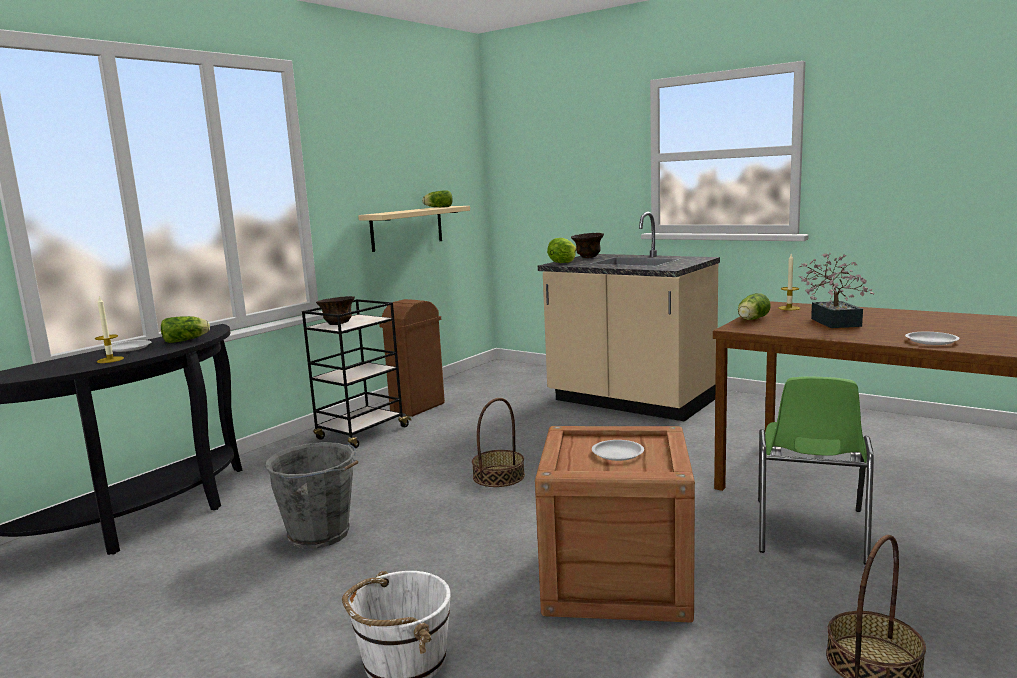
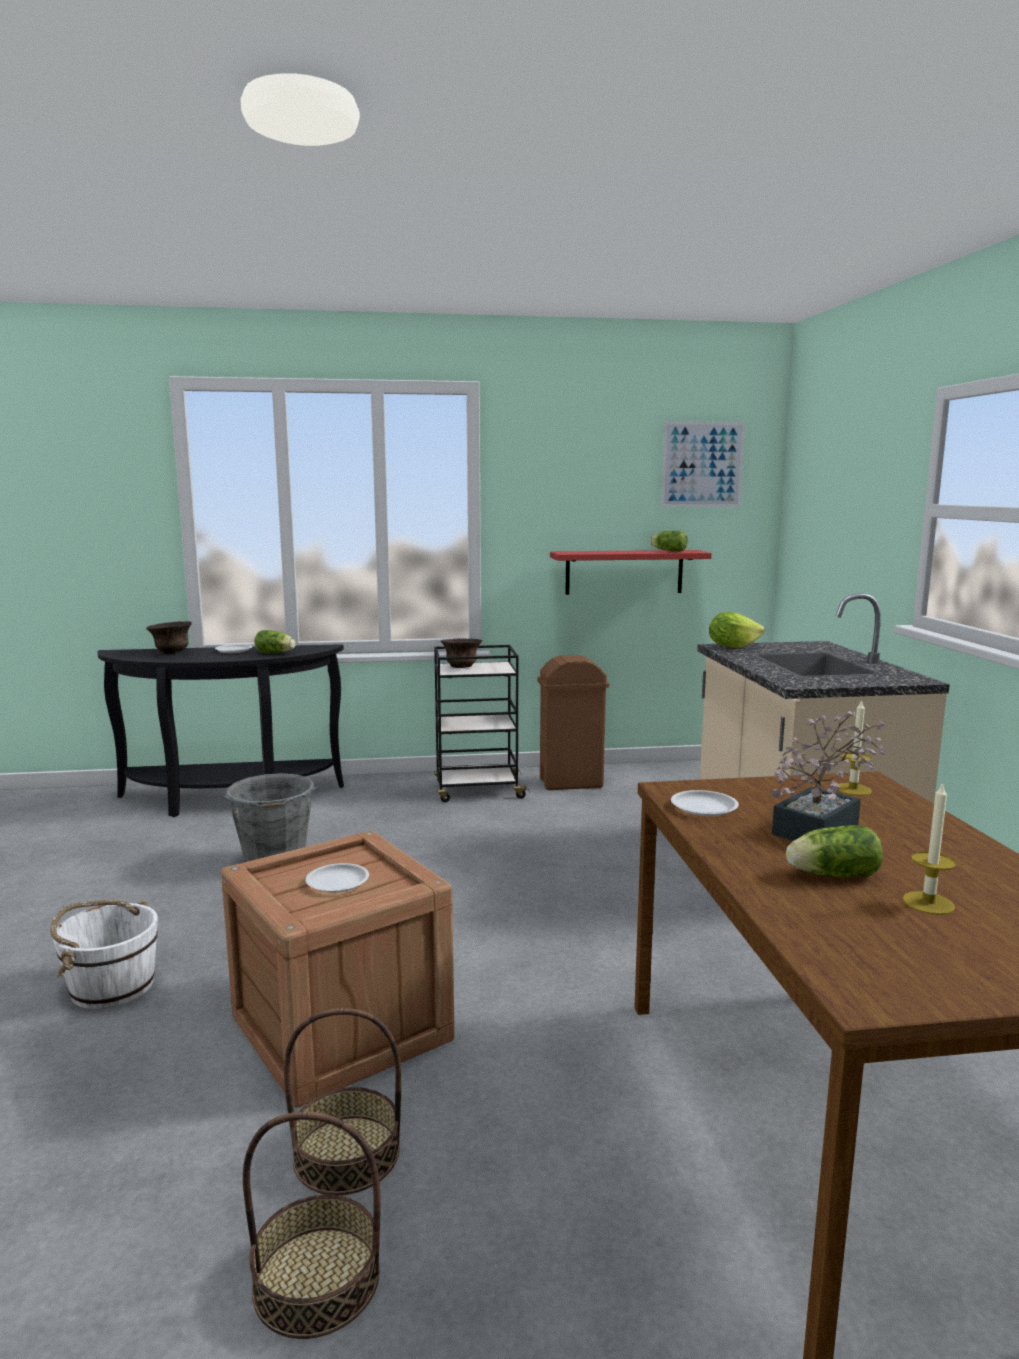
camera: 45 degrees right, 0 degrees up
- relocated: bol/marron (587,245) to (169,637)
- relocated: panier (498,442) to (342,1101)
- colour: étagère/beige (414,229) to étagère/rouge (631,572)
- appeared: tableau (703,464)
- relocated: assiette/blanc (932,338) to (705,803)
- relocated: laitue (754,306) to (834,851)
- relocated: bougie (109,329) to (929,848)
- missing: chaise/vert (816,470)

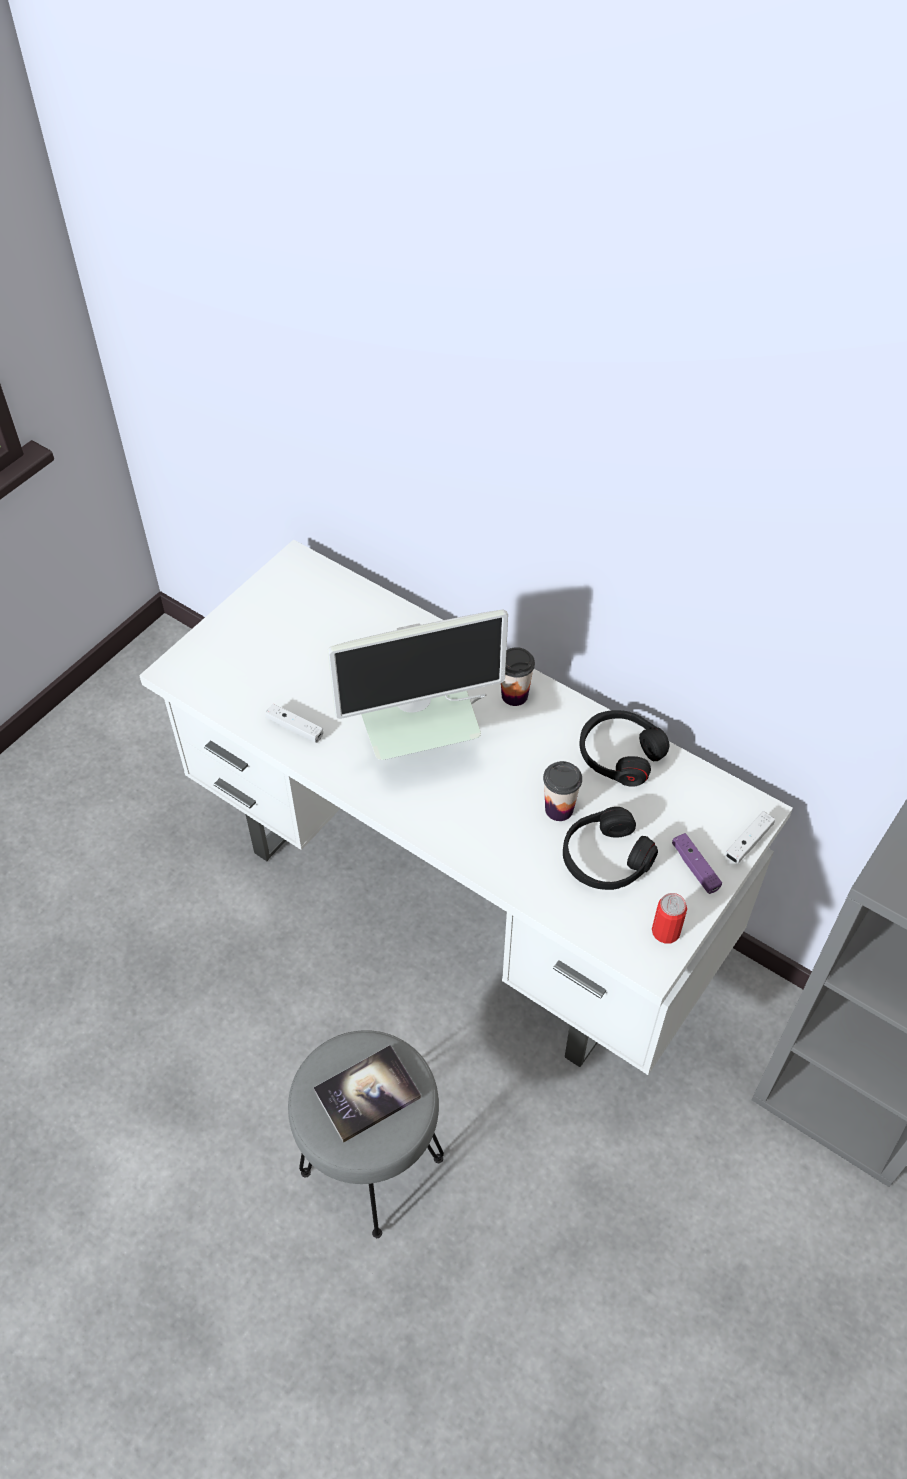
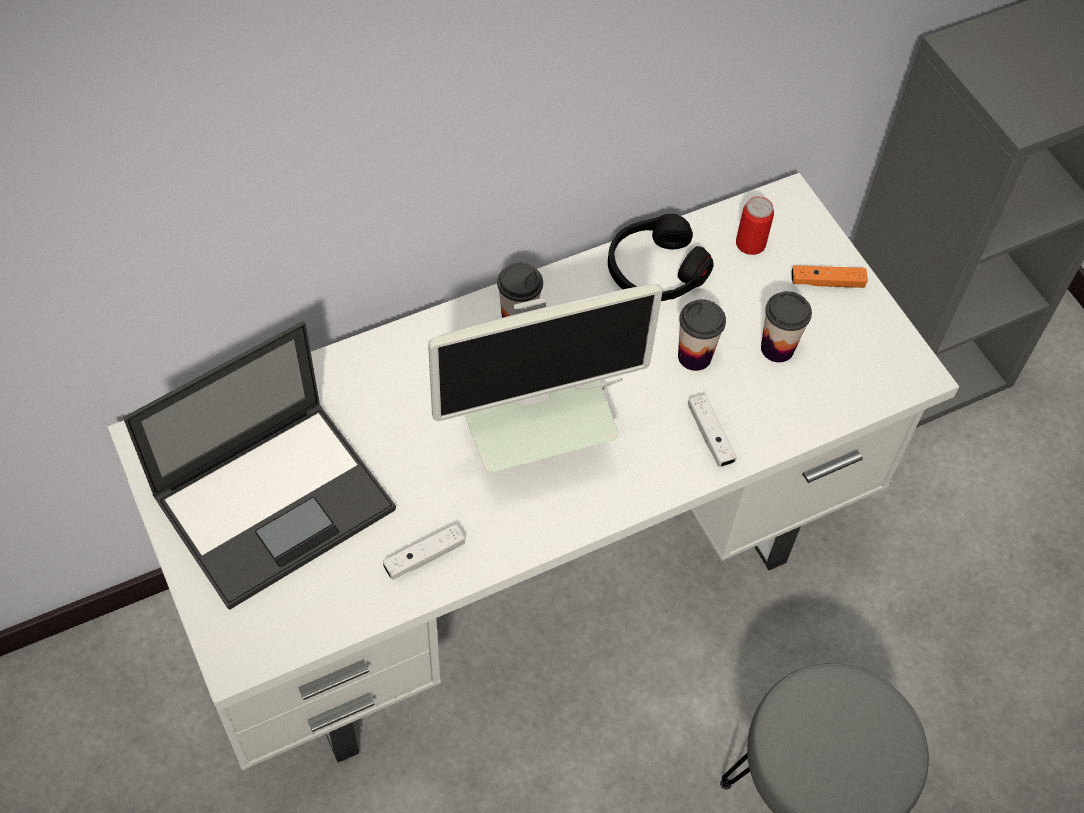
camera: 65 degrees left, 5 degrees up
- appeared: ordinateur portable (259,465)
- spun: écran d'ordinateur (418,685) = (545,378) 60 degrees clockwise
- relocated: manette/blanc (750,837) to (712,430)
- relocated: boîte métallique (669,918) to (755,225)
- exchanged: casque audio/noir (610,848) to tasse (786,326)
- colour: manette/violet (697,863) to manette/orange (829,276)
- missing: livre (367,1094)

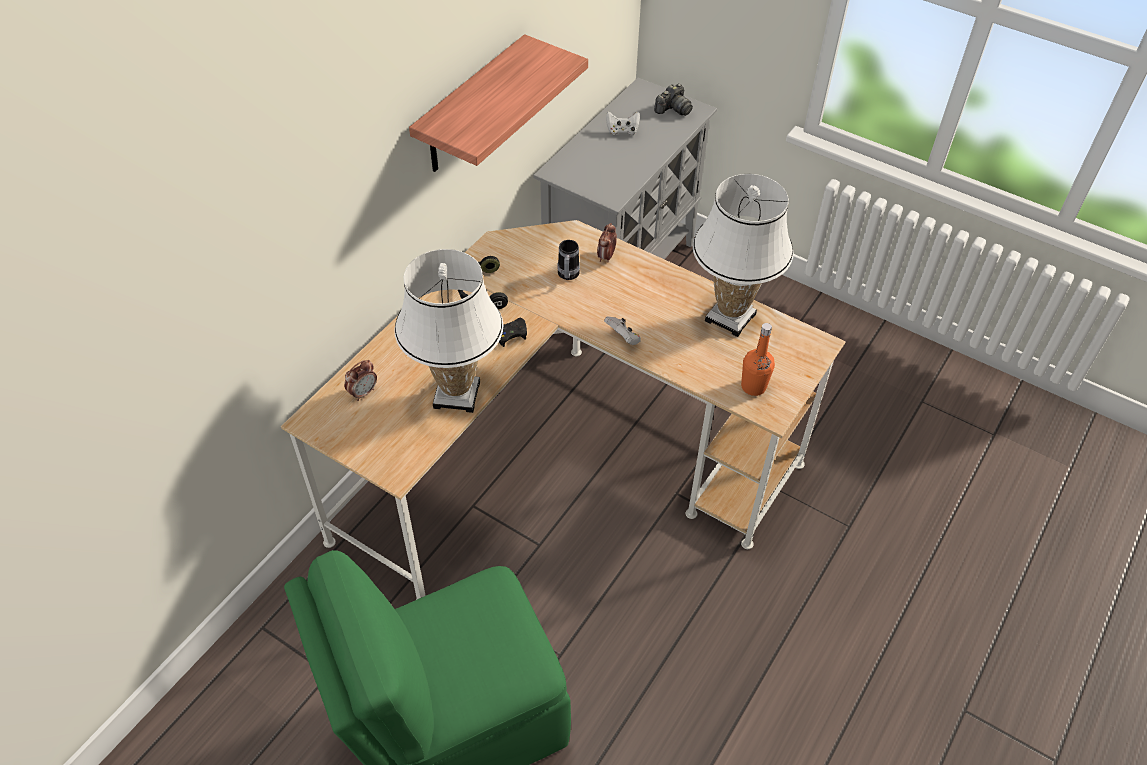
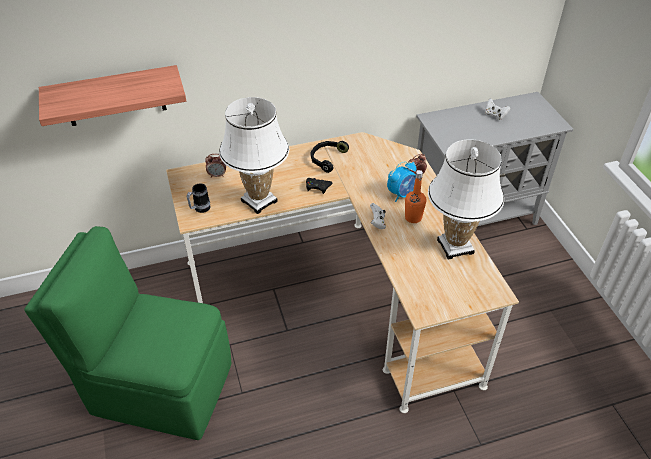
camera: 40 degrees right, 5 degrees down
- relocated: étagère (498,103) to (112,95)
- relocated: mug (568,260) to (199,198)
- appeared: réveil (401,181)
- relocated: bouteille/orange (758,359) to (415,196)
- missing: appareil photo (673,100)

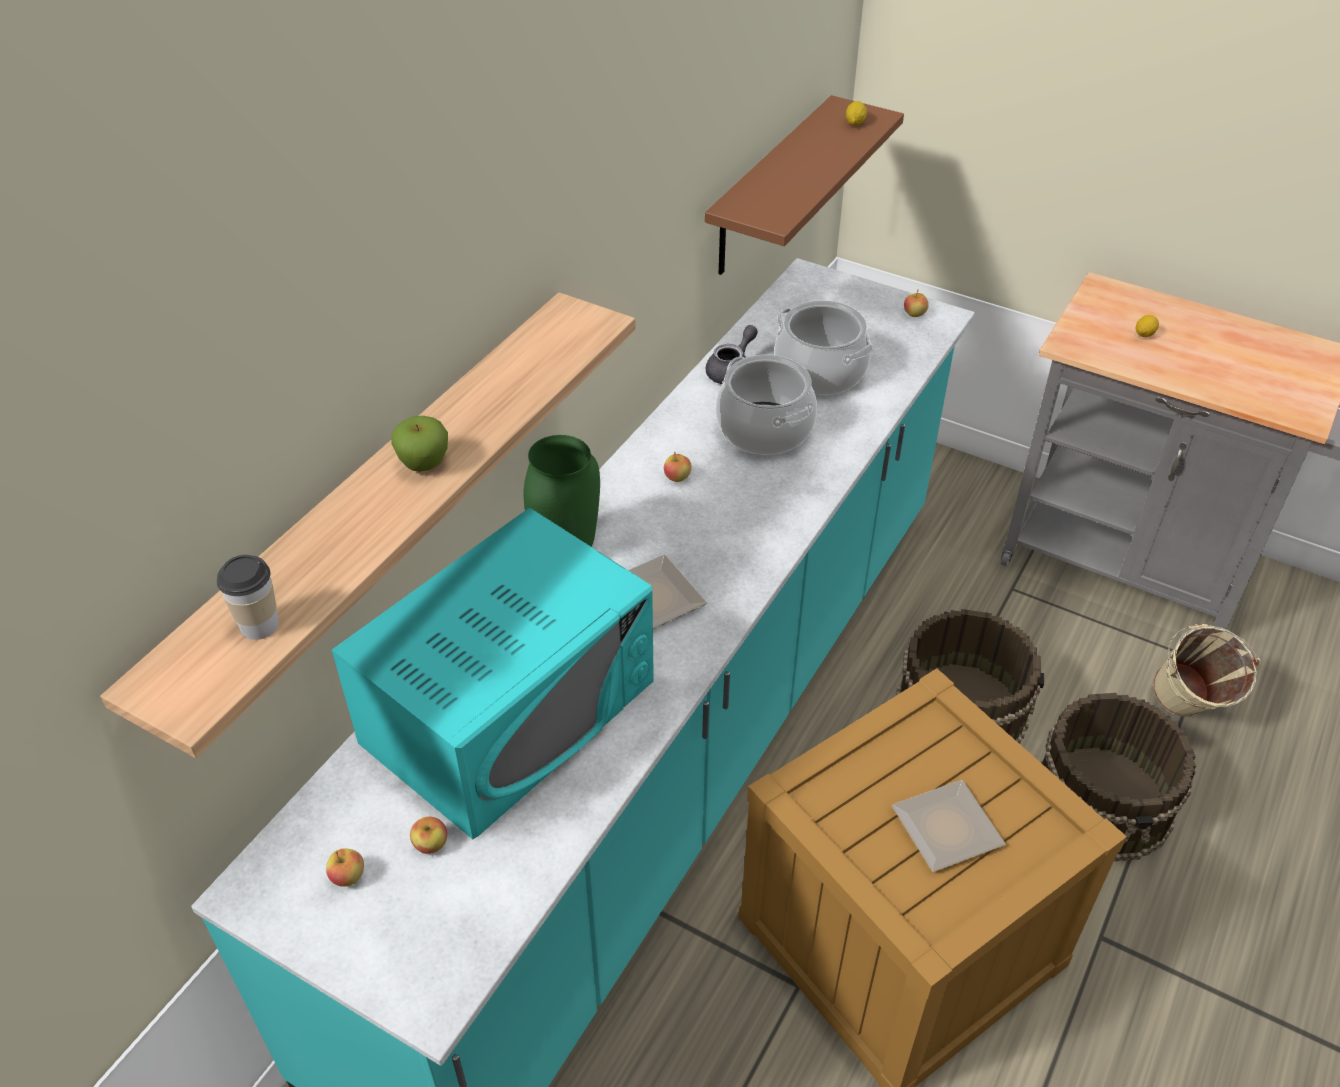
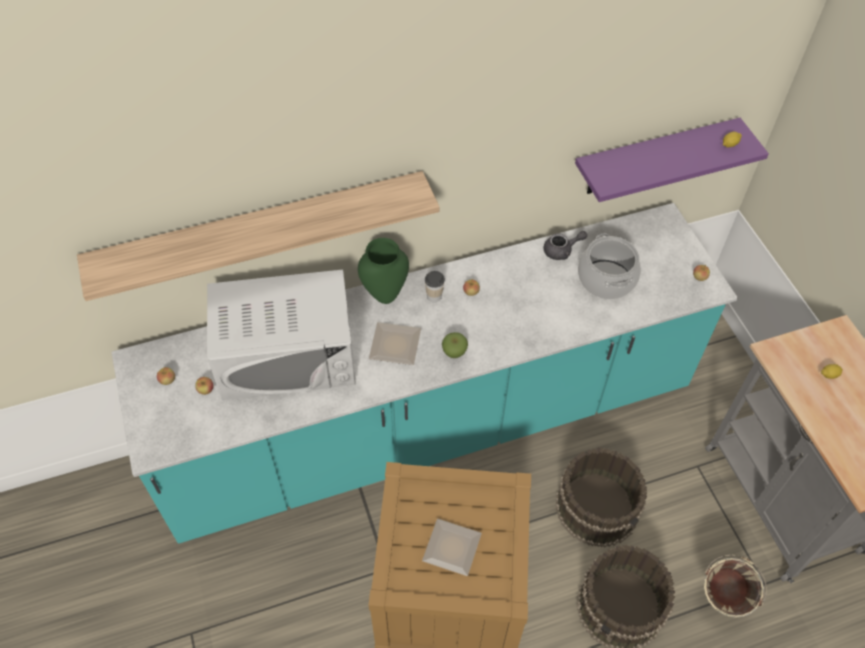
camera: 40 degrees right, 10 degrees up
- colour: micro-ondes/turquoise (493,673) to micro-ondes/blanc (281,334)
- relocated: tasse (248,597) to (435,286)
- relocated: pomme (420,444) to (455,345)
- colour: étagère/marron (804,185) to étagère/violet (672,160)
- missing: marmite (766,404)

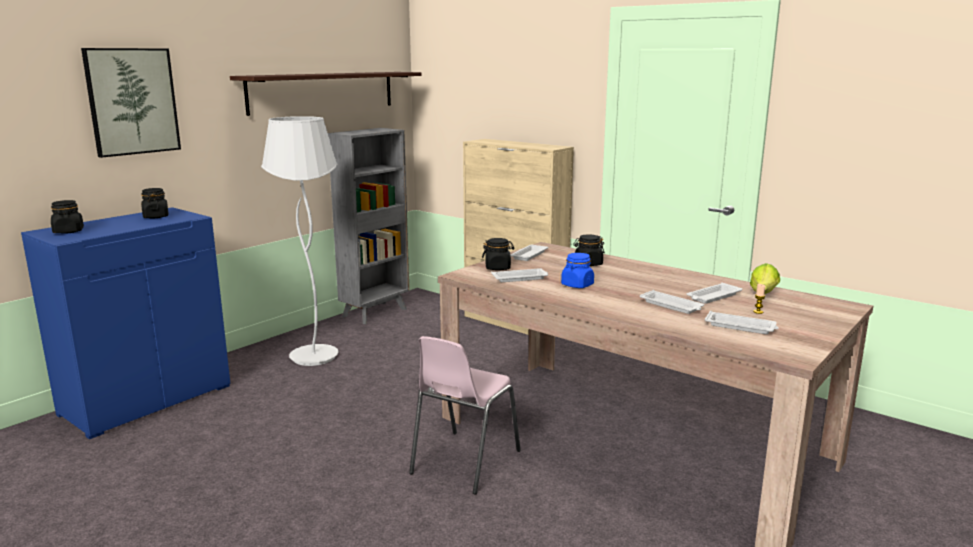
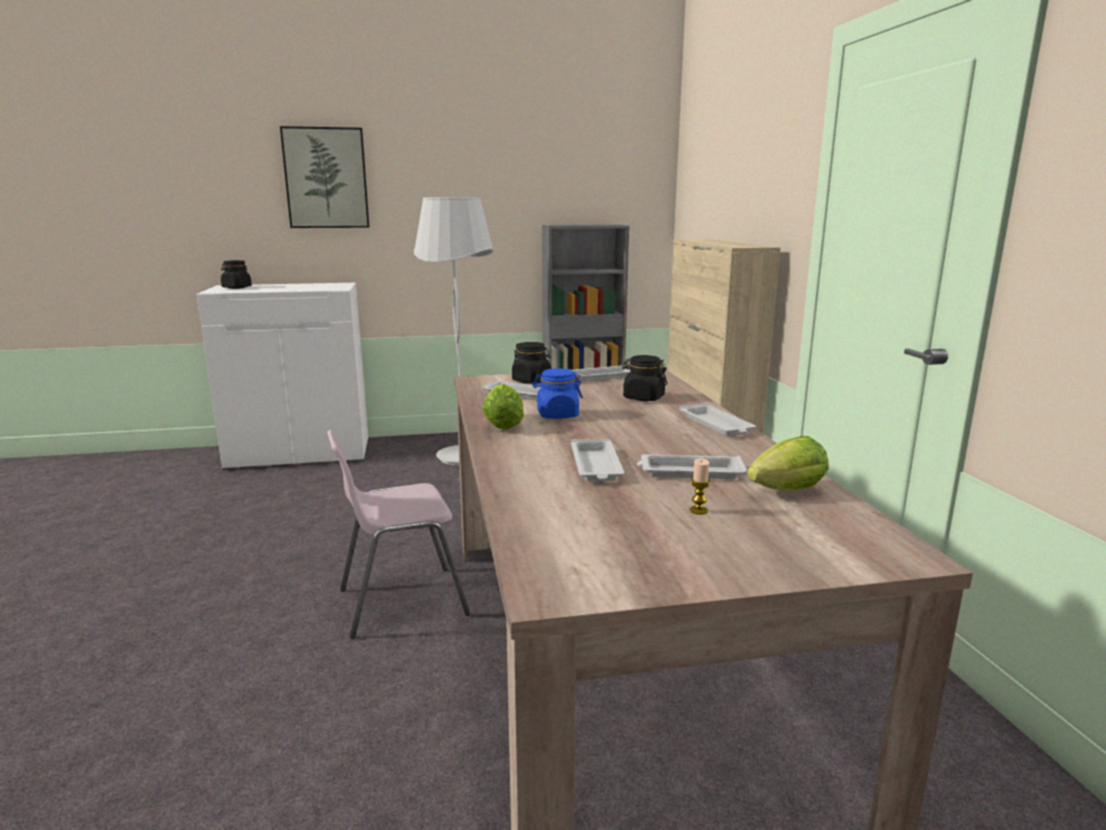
camera: 40 degrees right, 0 degrees up
- colour: meuble de rangement/bleu (125,323) to meuble de rangement/blanc (283,377)
- appeared: laitue (503,407)
- relocated: plateau/blanc (742,322) to (717,419)
- missing: bocal/noir (154,203)
- missing: étagère (326,94)

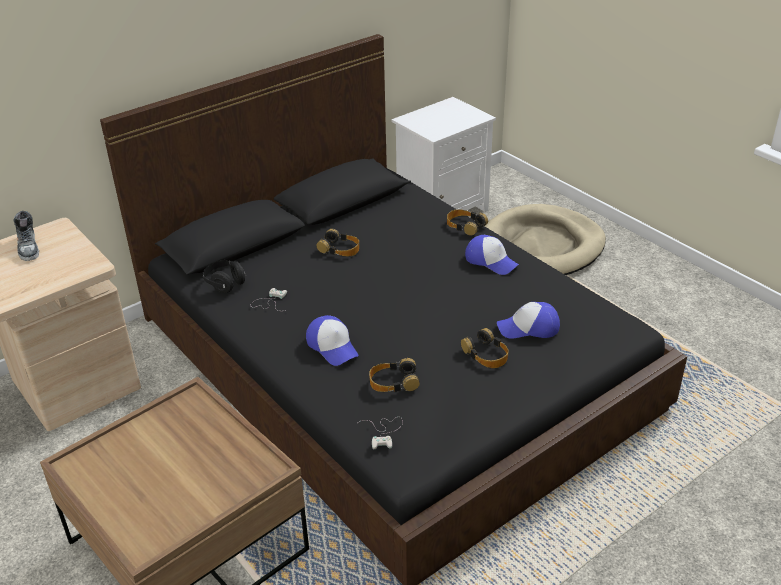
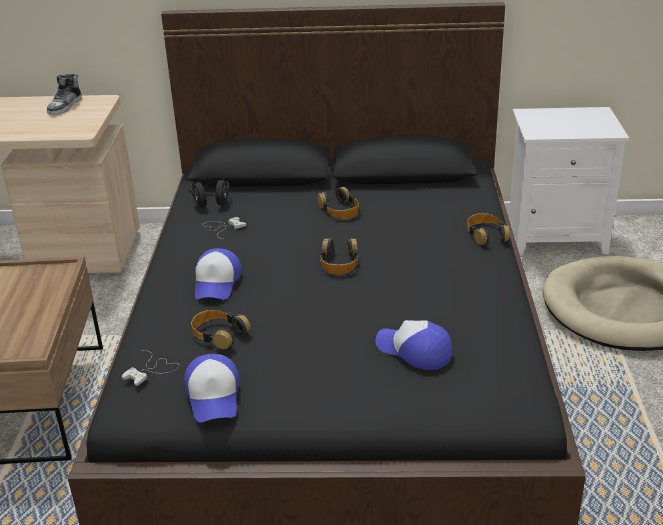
camera: 40 degrees right, 5 degrees down
- relocated: casquette (492,255) to (211,388)
- relocated: casque audio (485,348) to (339,256)

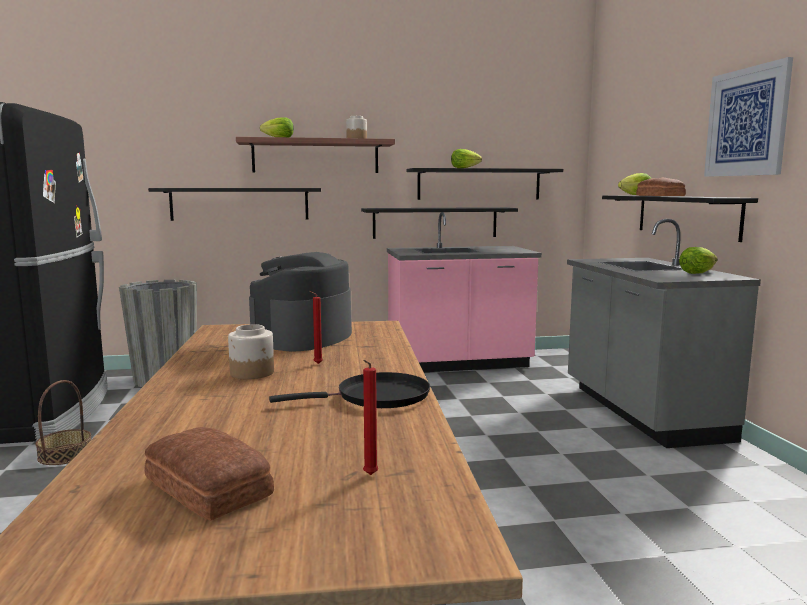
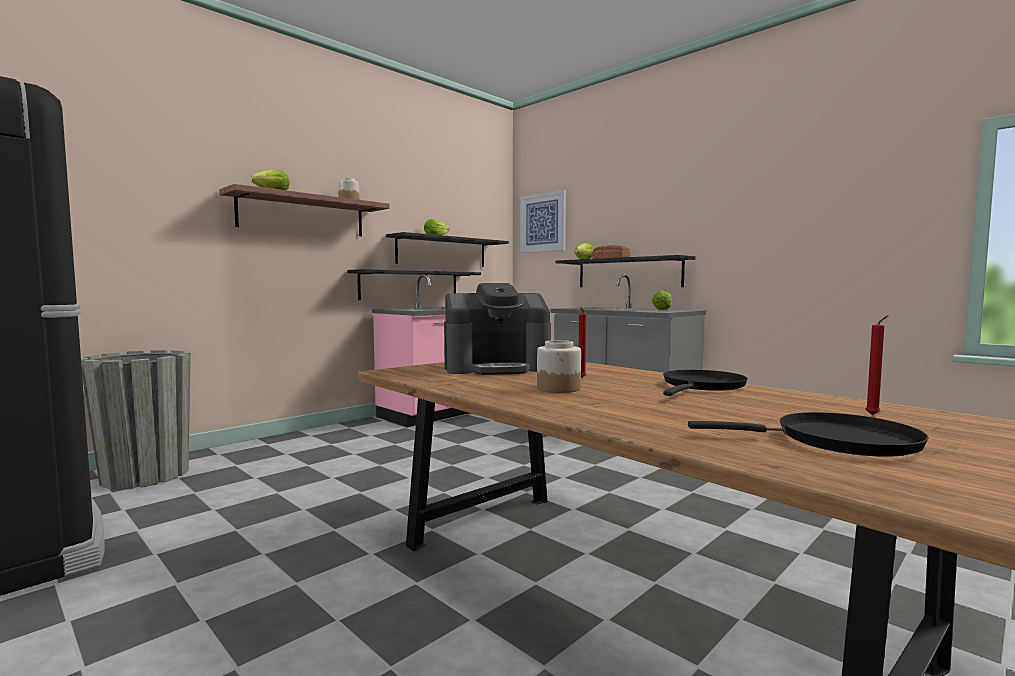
camera: 35 degrees left, 5 degrees down
- spun: machine à café (300,301) = (497,329) 90 degrees counterclockwise
- relocated: tableau (748,117) to (543,221)
- exchanged: pain (209,473) to poêle/noir (808,434)
- missing: panier (63,422)
- missing: étagère/noir (234,204)

